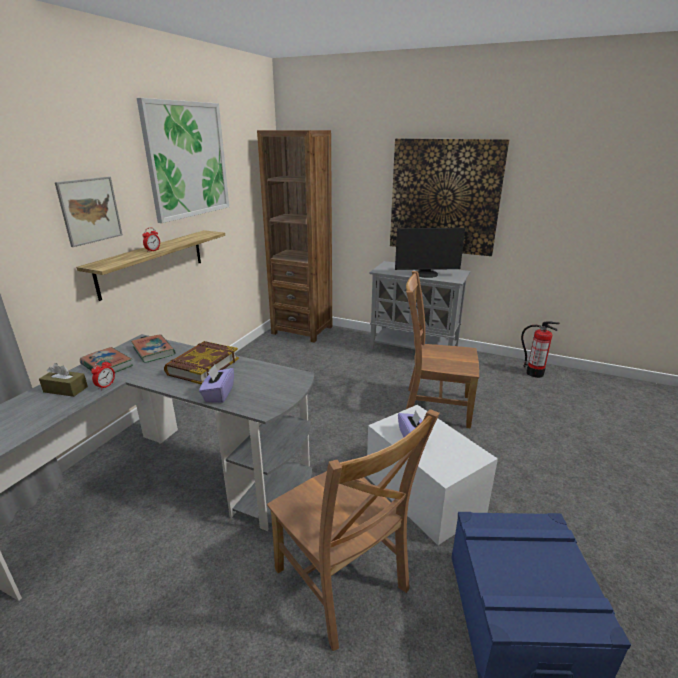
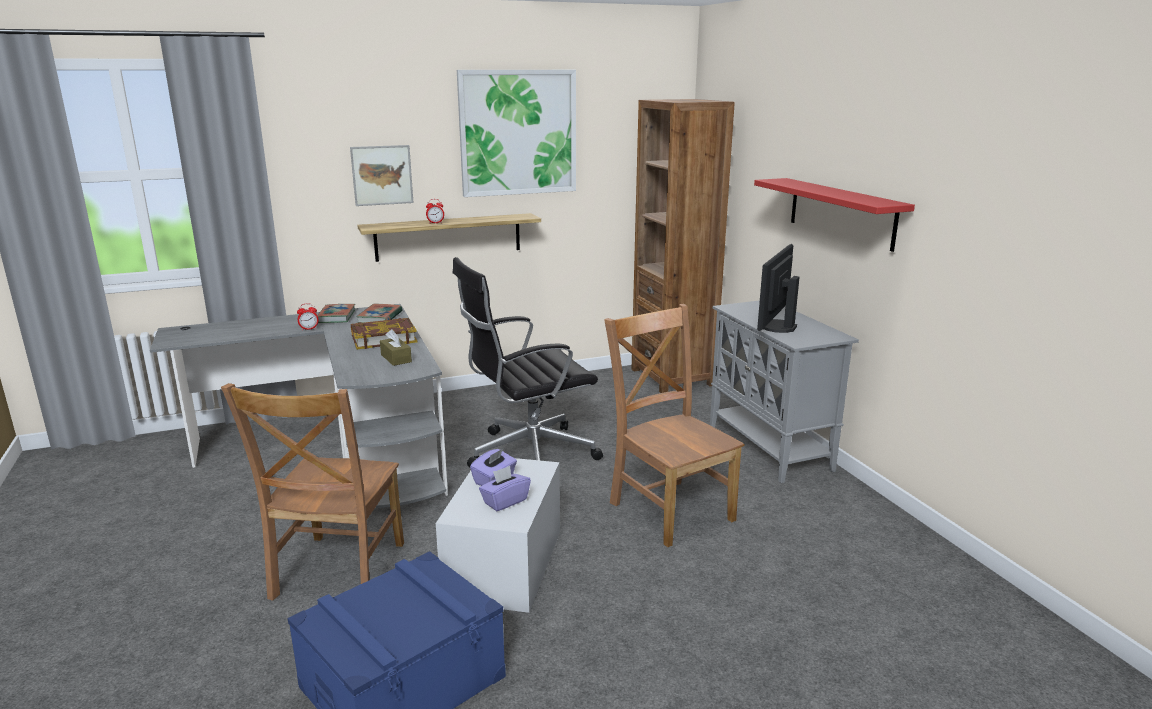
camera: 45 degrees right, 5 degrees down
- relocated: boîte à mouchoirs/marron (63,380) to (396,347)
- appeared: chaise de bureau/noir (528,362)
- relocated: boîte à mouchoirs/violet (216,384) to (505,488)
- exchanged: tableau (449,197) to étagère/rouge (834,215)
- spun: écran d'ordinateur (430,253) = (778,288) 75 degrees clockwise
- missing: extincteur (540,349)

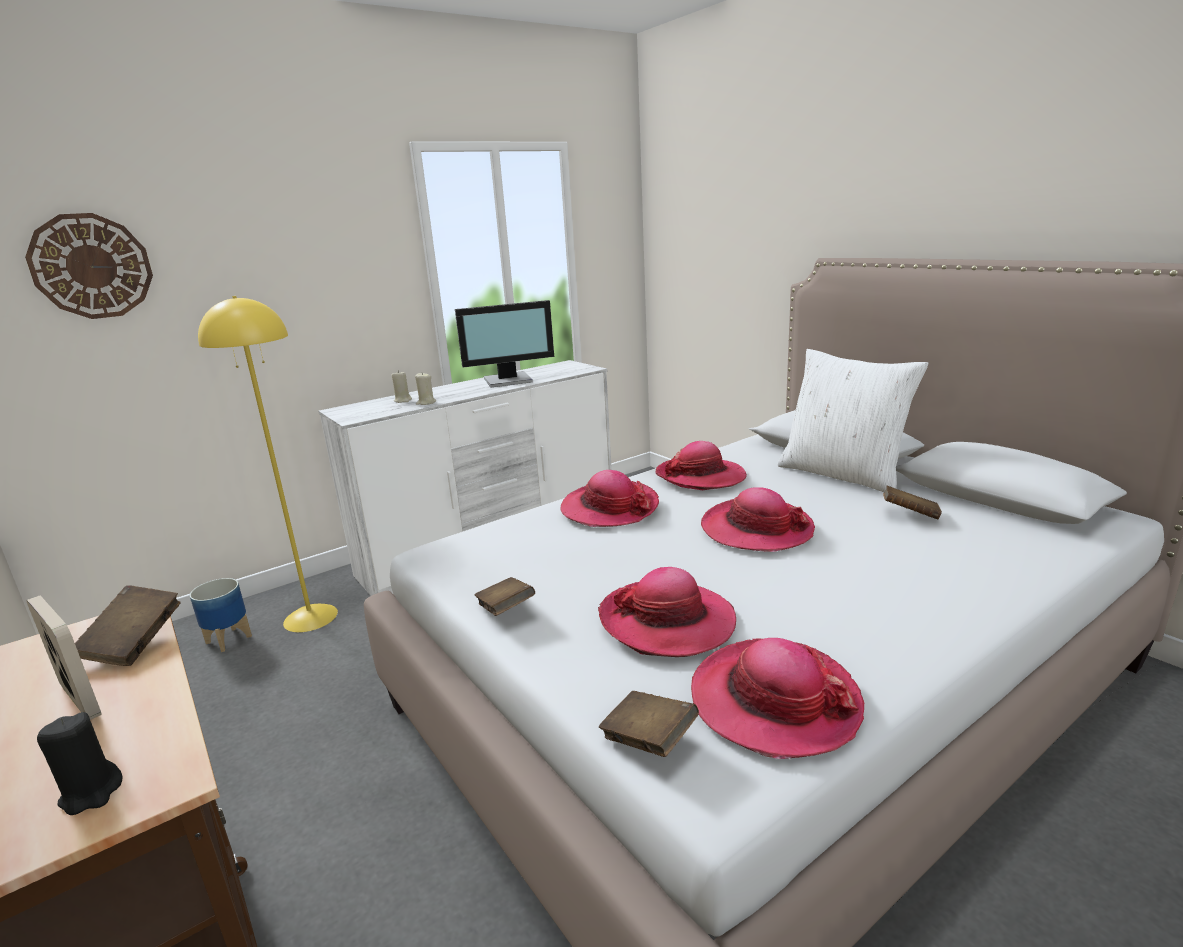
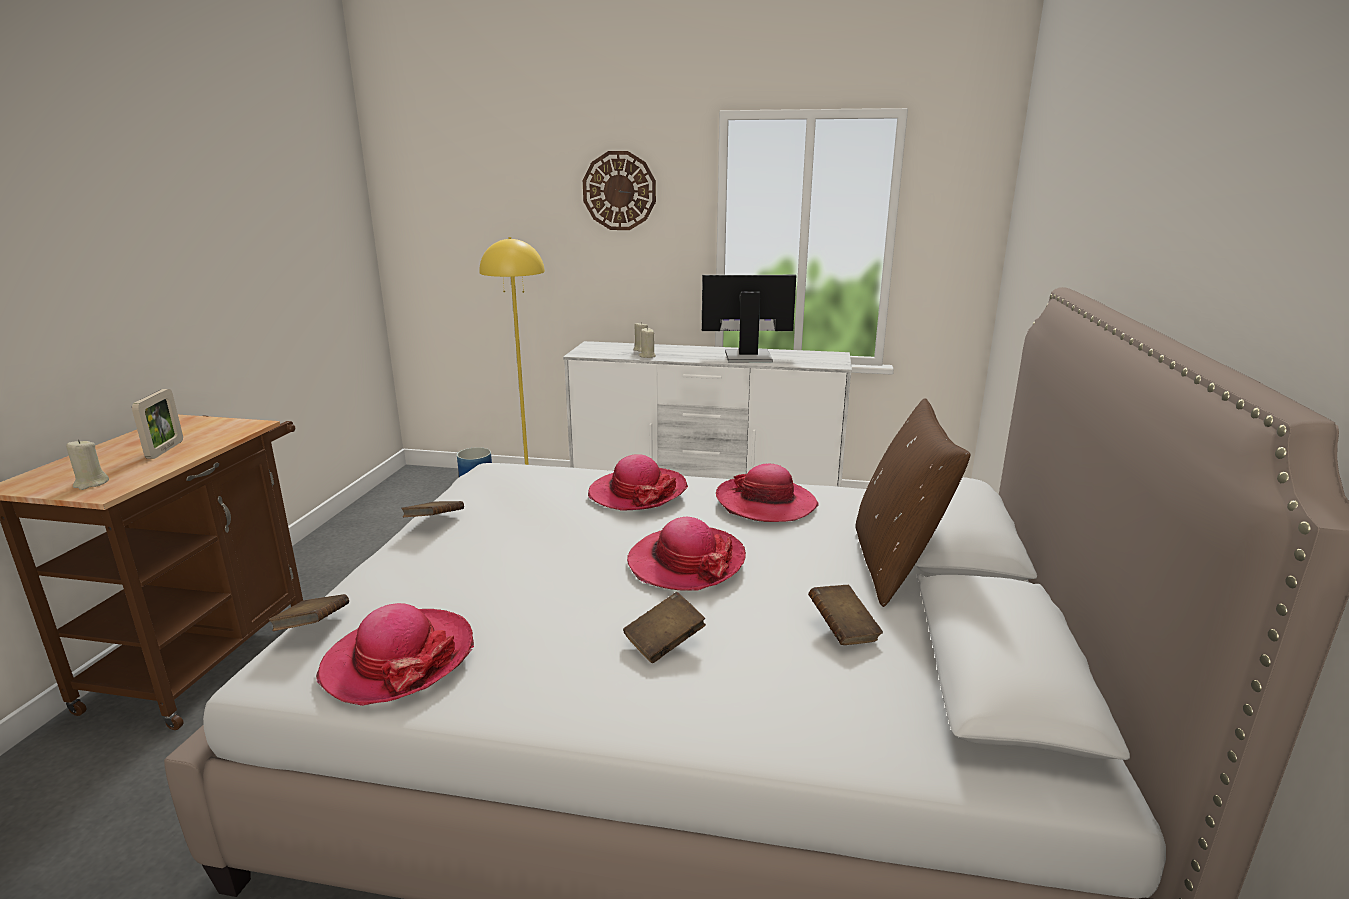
camera: 45 degrees right, 0 degrees up
- colour: bougie/noir (79,763) to bougie/beige (87,464)
- relocated: horloge murale (89,266) to (619,190)
- relocated: livre/marron (128,625) to (664,627)
- spun: écran d'ordinateur (504,344) = (749,319) 150 degrees clockwise
- colour: coussin/blanc (853,421) to coussin/marron (912,502)
- missing: chapeau (667,612)

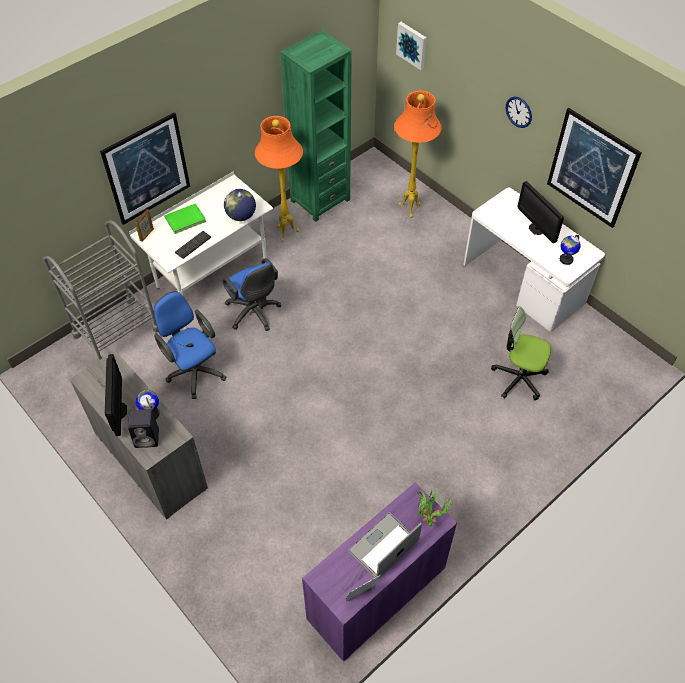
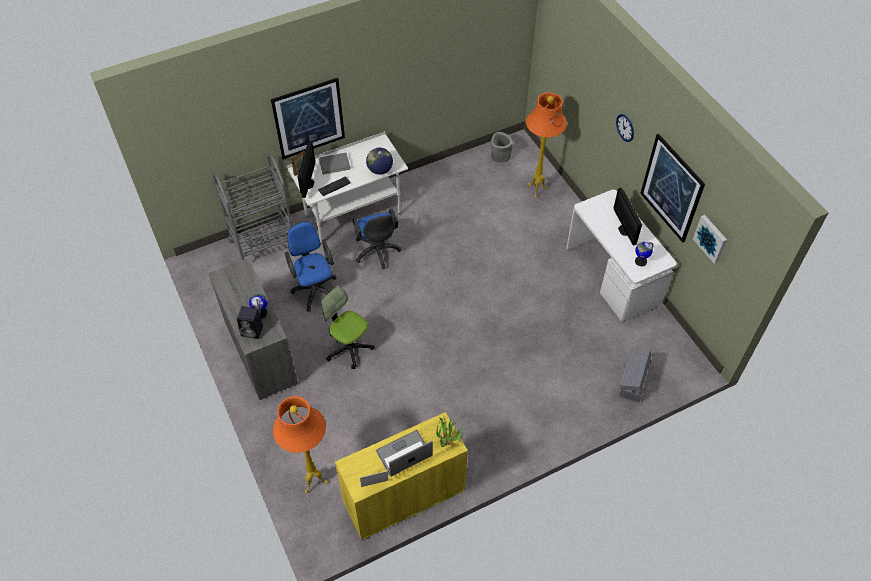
camera: 15 degrees right, 0 degrees up
- relocated: lampadaire/orange (279,179) to (300,444)
- relocated: écran d'ordinateur (116,395) to (306,170)
- colour: livre/vert (185,218) to livre/gris (335,164)
- relocated: chaise de bureau (521,353) to (348,327)
- colour: meuble de rangement/violet (379,572) to meuble de rangement/jaune (401,476)
- appeared: cache-pot/gris (502,147)
- appeared: boîte de rangement/gris (635,375)
- relocated: tableau (411,46) to (710,239)
- missing: bibliothèque/vert (316,126)

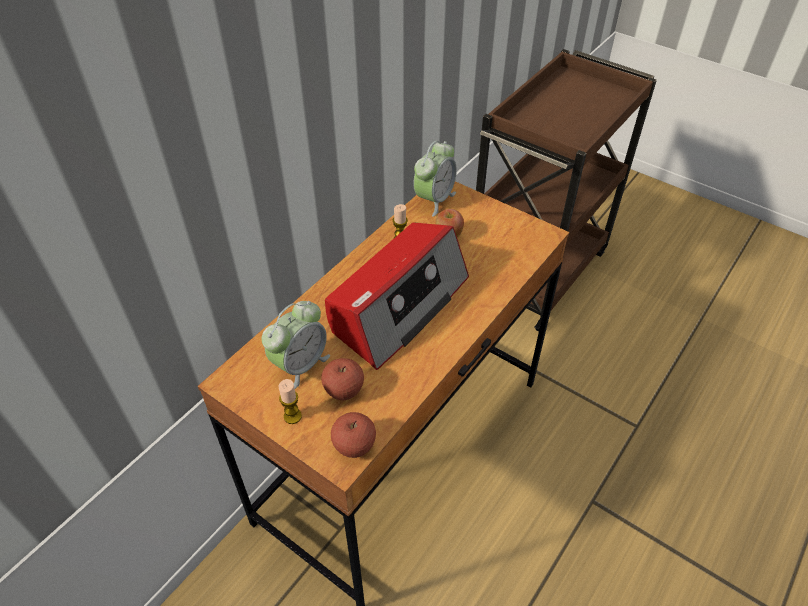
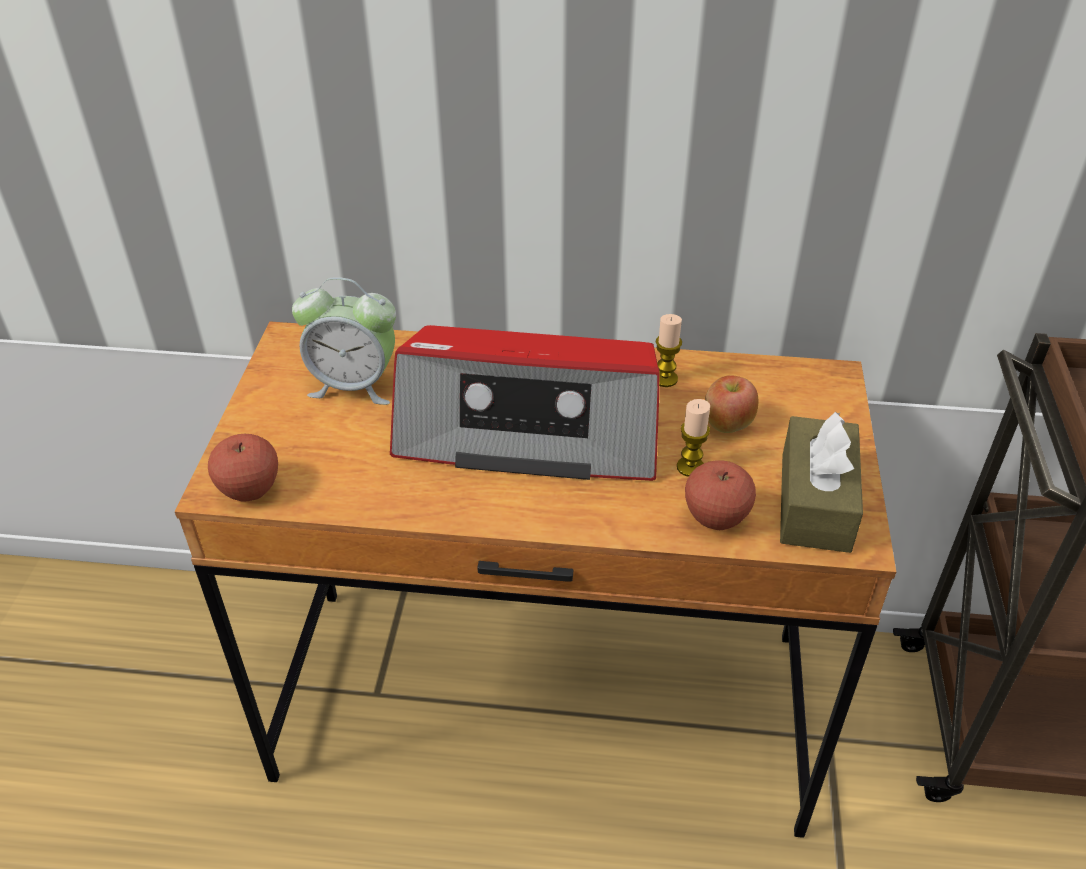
camera: 60 degrees right, 5 degrees down
- relocated: bougie (290,401) to (693,438)
- relocated: pomme (342,379) to (720,495)
- appeared: boîte à mouchoirs/marron (821,482)
- missing: réveil (435,179)

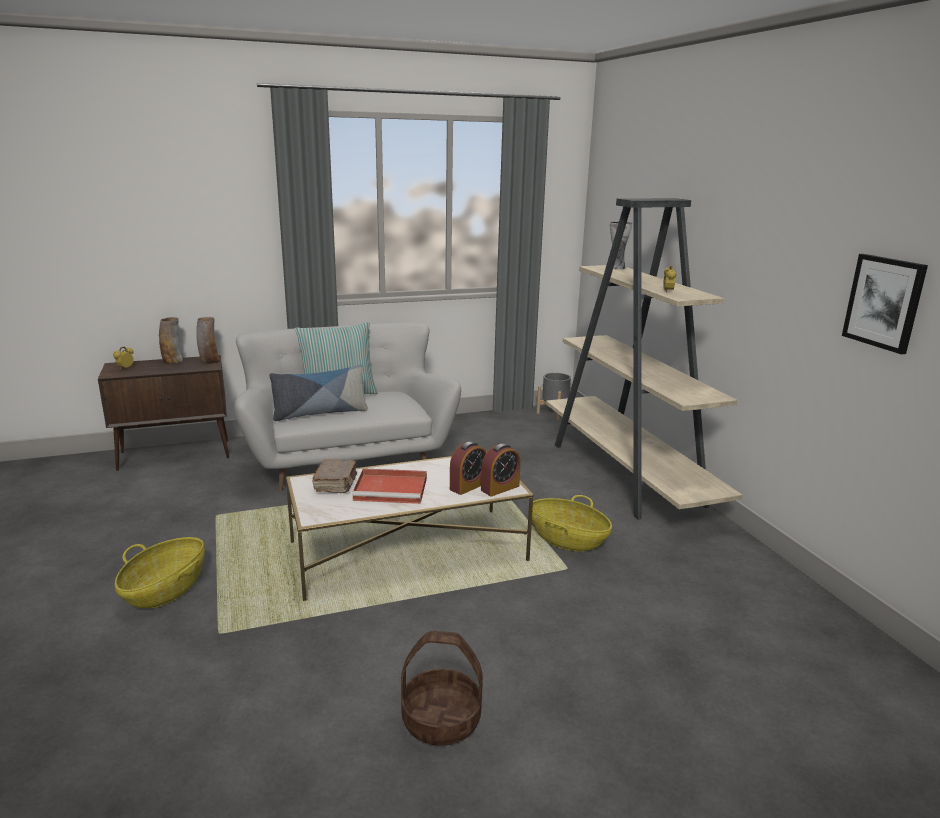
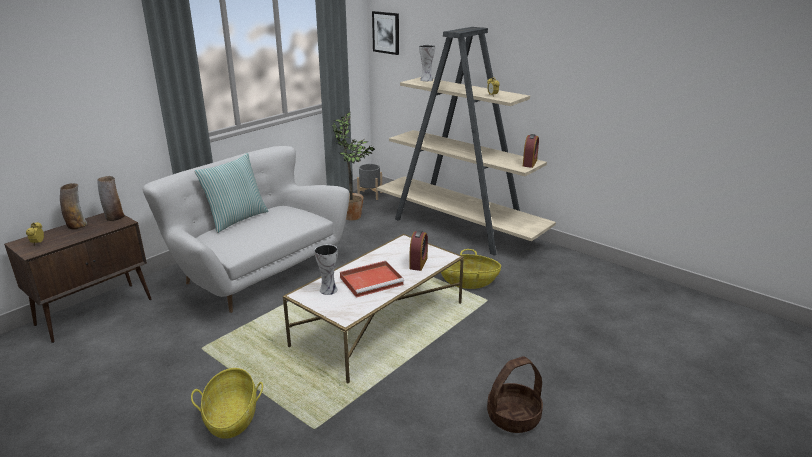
camera: 30 degrees left, 5 degrees up
- exchanged: livre/marron (334,476) to vase (326,269)
- appeared: plante en pot (353,166)
- relocated: tableau (885,304) to (385,33)
- relocated: réveil (501,470) to (531,151)
- missing: coussin (318,392)

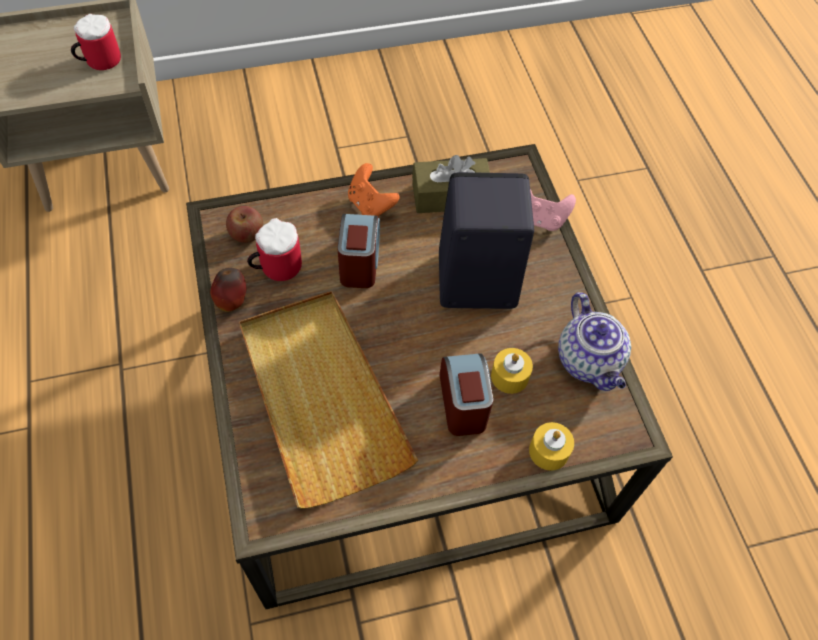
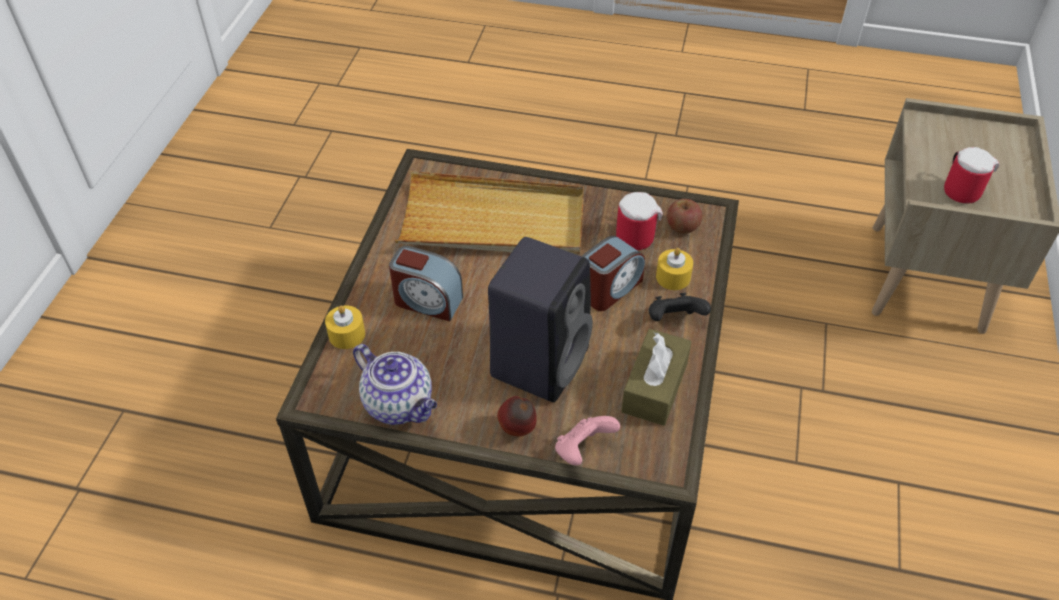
camera: 120 degrees right, 10 degrees down
- spun: théière (594,341) = (395,384) 150 degrees counterclockwise
- relocated: pomme (228,290) to (517,416)
- spun: réveil (358,251) = (613,273) 75 degrees counterclockwise
- colour: manette/orange (374,190) to manette/noir (680,307)
- relocated: bougie/jaune (512,371) to (674,269)

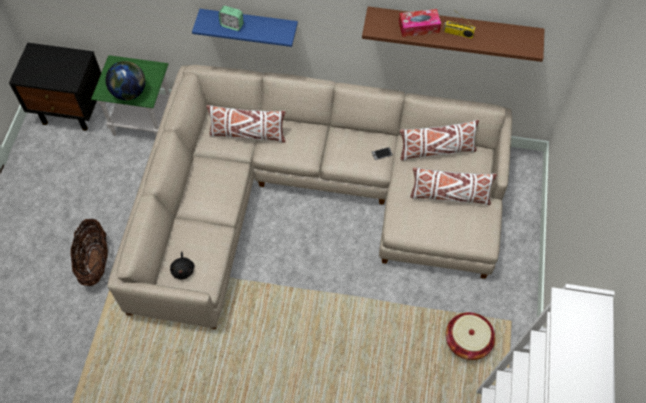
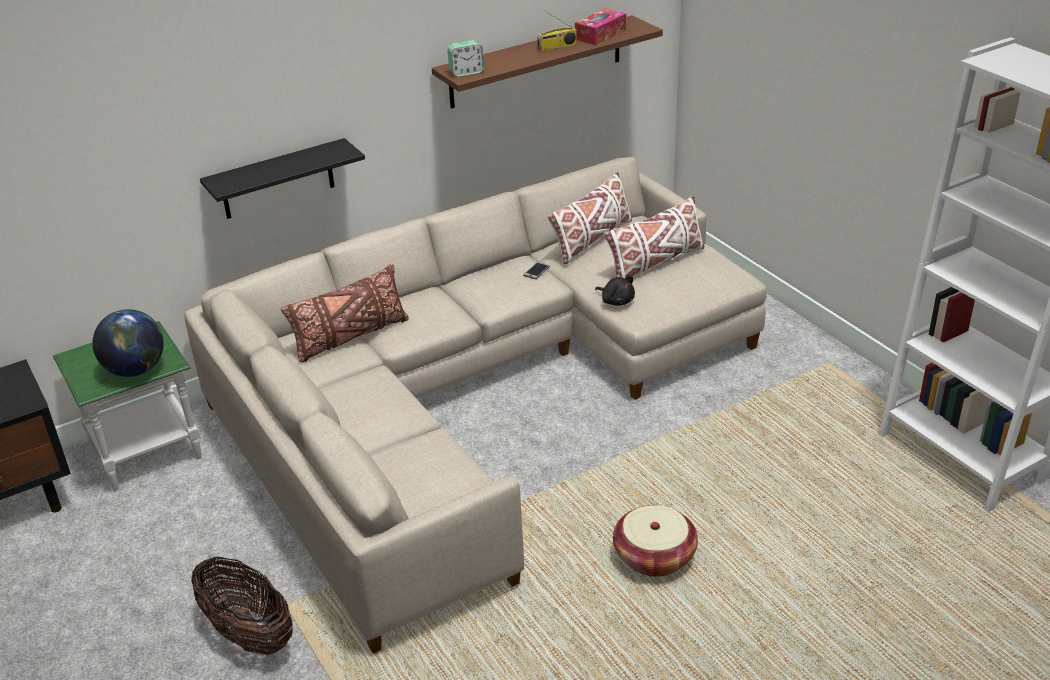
camera: 40 degrees left, 25 degrees down
- colour: étagère/bleu (245,28) to étagère/noir (282,178)
- colour: coussin/blanc (245,124) to coussin/marron (345,313)
- relocated: réveil (231,18) to (465,58)
- relocated: boîte à mouchoirs (420,23) to (600,26)
- relocated: peluche/noir (182,266) to (615,291)
- relocated: panier (470,336) to (655,541)

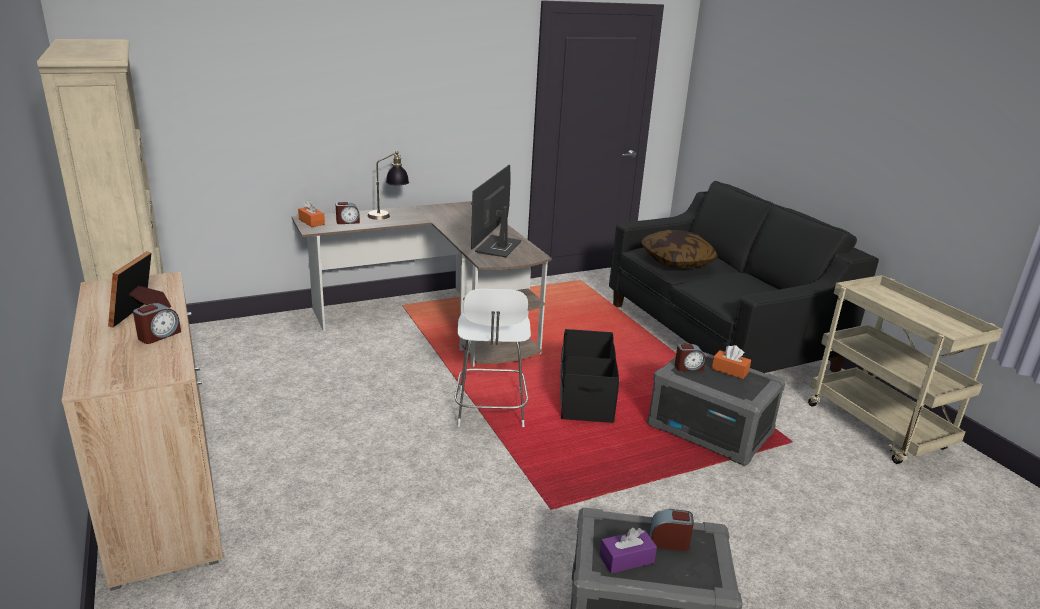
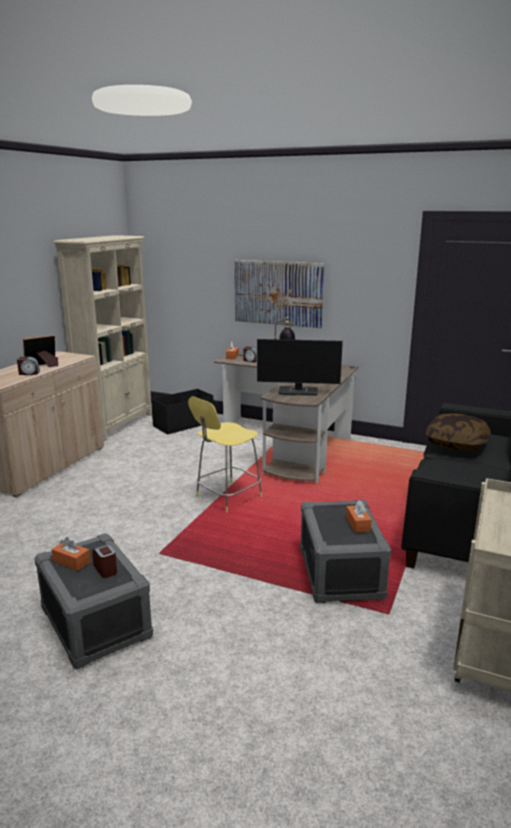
camera: 50 degrees right, 5 degrees down
- colour: boîte à mouchoirs/violet (628,550) to boîte à mouchoirs/orange (71,554)
- relocated: boîte de rangement/noir (589,376) to (183,411)
- colour: tabouret/blanc (493,358) to tabouret/jaune (225,455)
- appeared: tableau (279,294)
- spun: écran d'ordinateur (496,211) = (300,367) 150 degrees counterclockwise
- missing: réveil (690,357)

